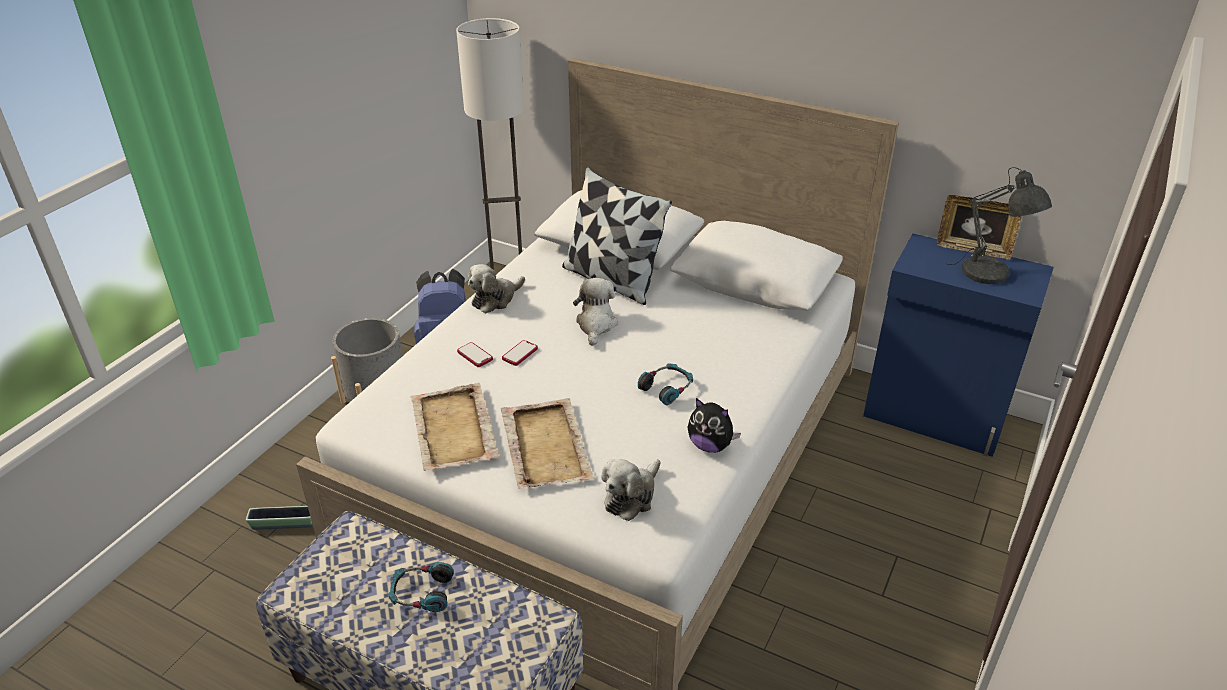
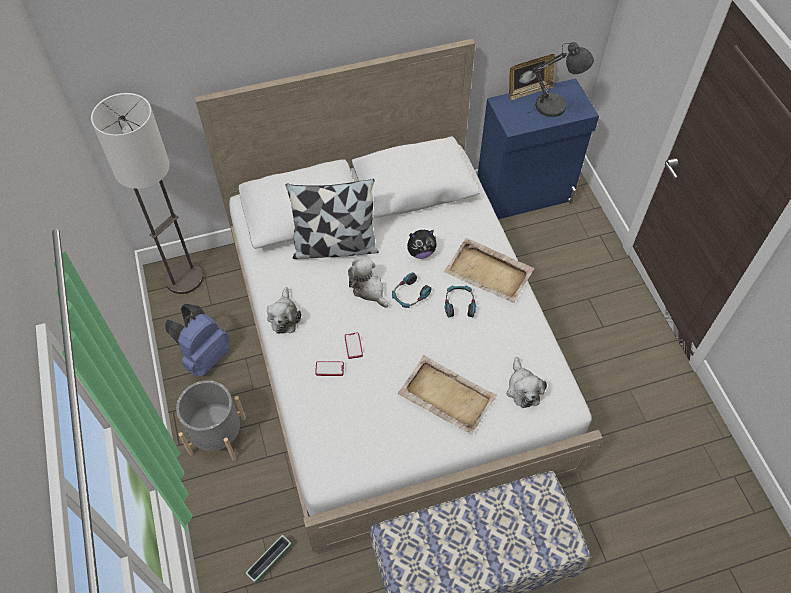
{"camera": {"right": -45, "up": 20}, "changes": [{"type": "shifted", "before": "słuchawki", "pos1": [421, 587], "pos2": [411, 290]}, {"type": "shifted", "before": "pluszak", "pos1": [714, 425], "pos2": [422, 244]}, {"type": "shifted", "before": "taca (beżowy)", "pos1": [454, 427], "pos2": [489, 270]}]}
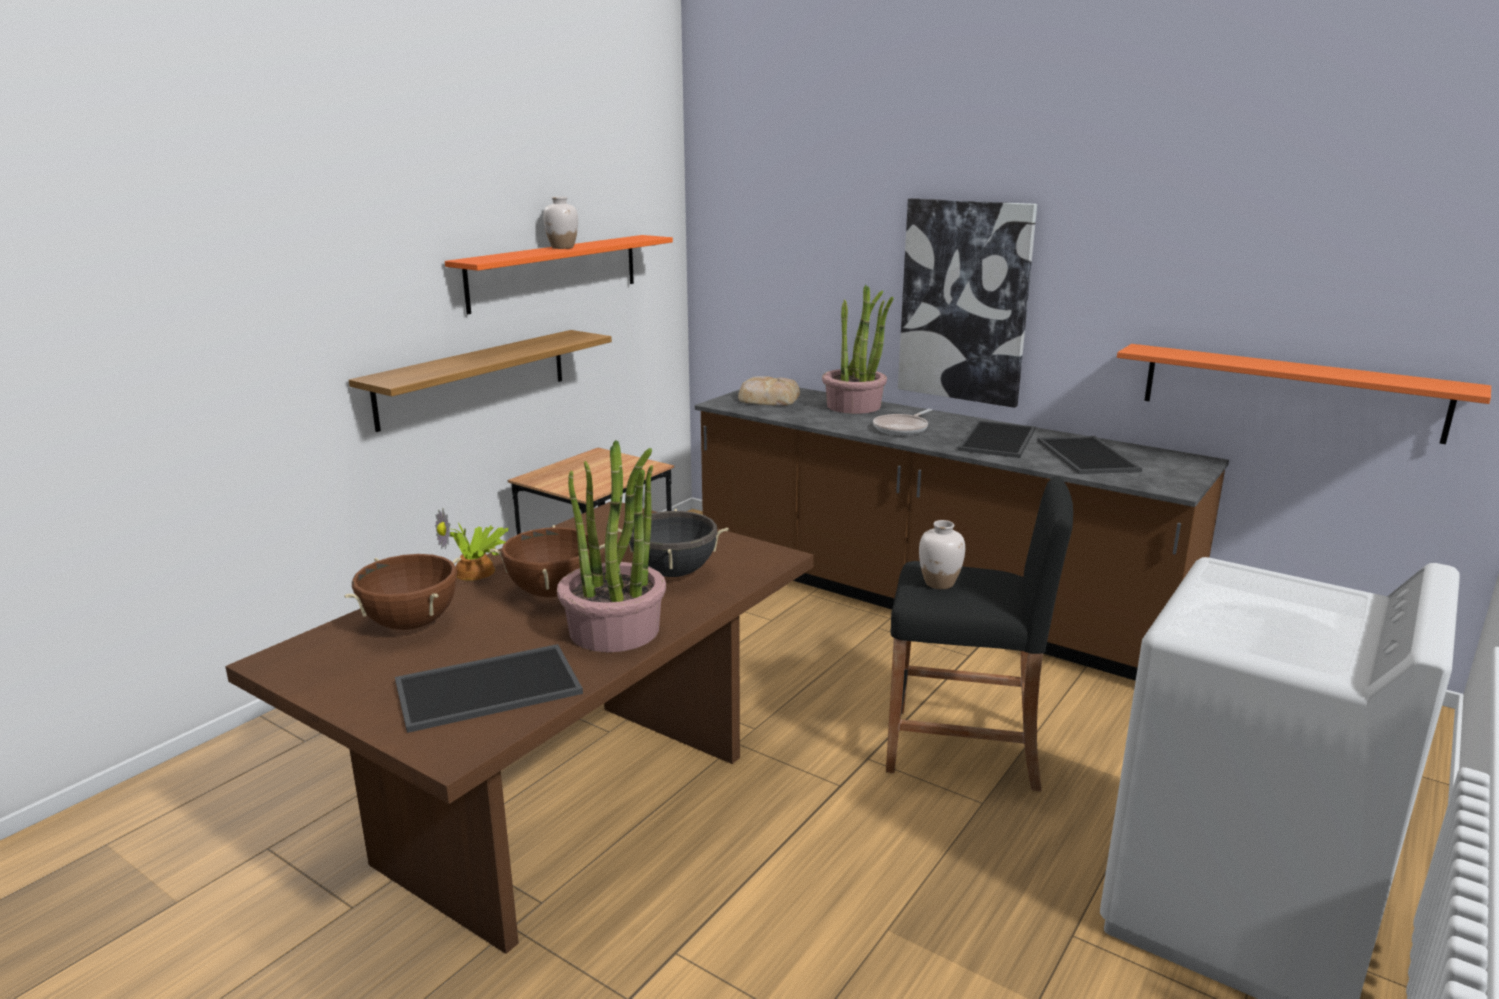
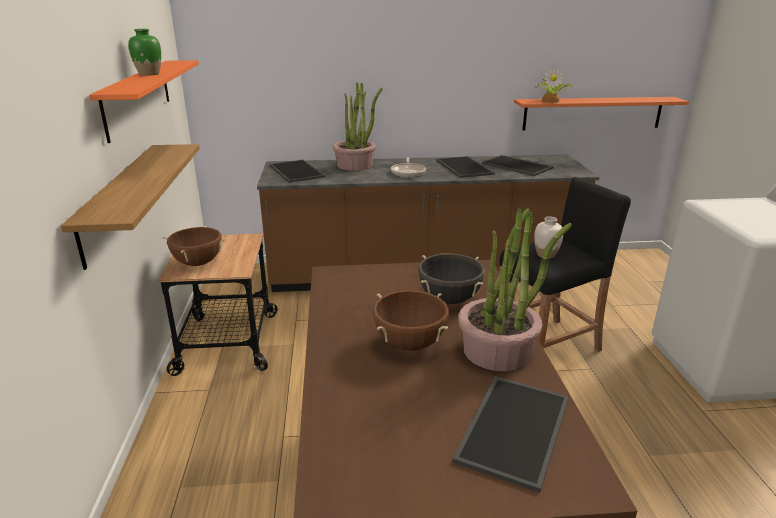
{"camera": {"right": -40, "up": 5}, "changes": [{"type": "repainted", "before": "wazon (biały)", "after": "wazon (zielony)", "pos1": [560, 222], "pos2": [144, 52]}, {"type": "shifted", "before": "garnek (brązowy)", "pos1": [402, 592], "pos2": [194, 246]}, {"type": "swapped", "before": "chleb", "after": "taca", "pos1": [769, 391], "pos2": [297, 171]}, {"type": "shifted", "before": "roślina doniczkowa", "pos1": [472, 544], "pos2": [553, 85]}, {"type": "gone", "before": "obraz", "pos1": [967, 303]}]}
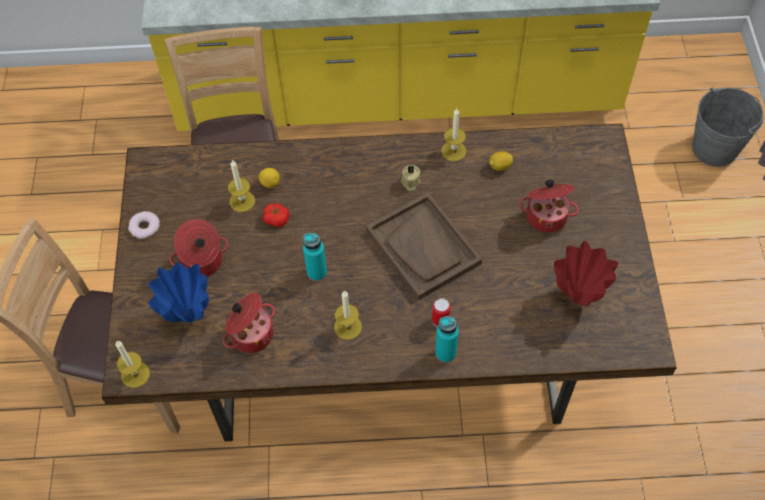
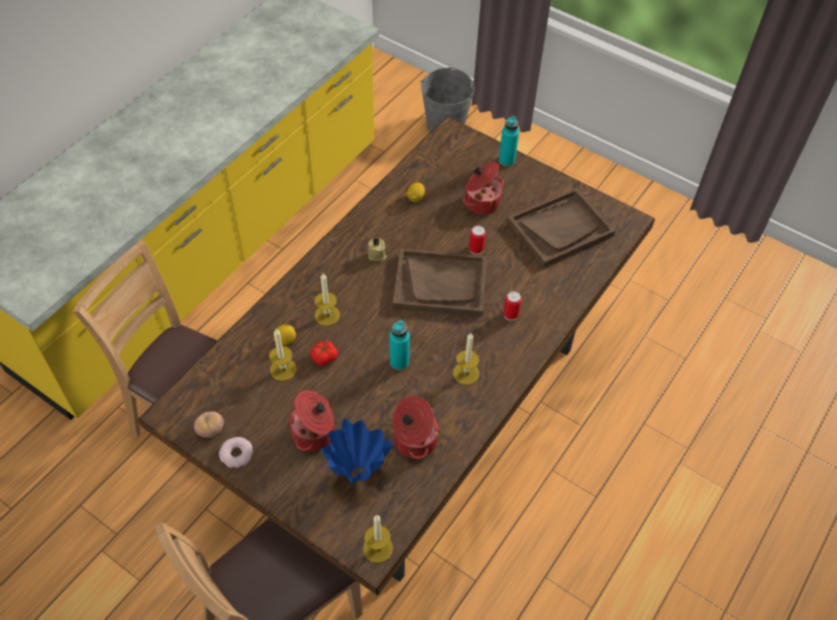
{"camera": {"right": -55, "up": -5}, "changes": [{"type": "new", "after": "pomidor", "pos2": [209, 424]}, {"type": "shifted", "before": "świeca", "pos1": [453, 134], "pos2": [327, 299]}, {"type": "new", "after": "puszka", "pos2": [477, 240]}, {"type": "shifted", "before": "butelka (turkusowy)", "pos1": [447, 339], "pos2": [509, 141]}, {"type": "swapped", "before": "wazon (czerwony)", "after": "taca (brązowy)", "pos1": [586, 273], "pos2": [561, 228]}]}
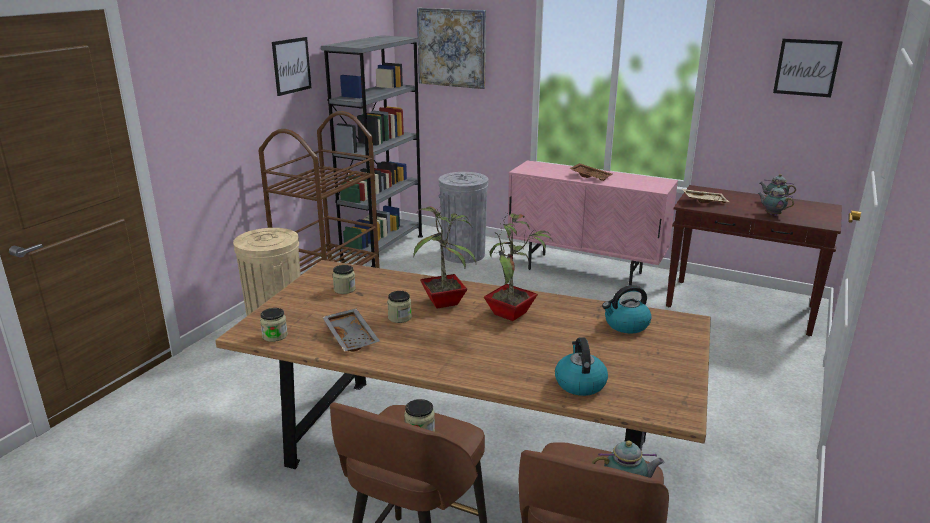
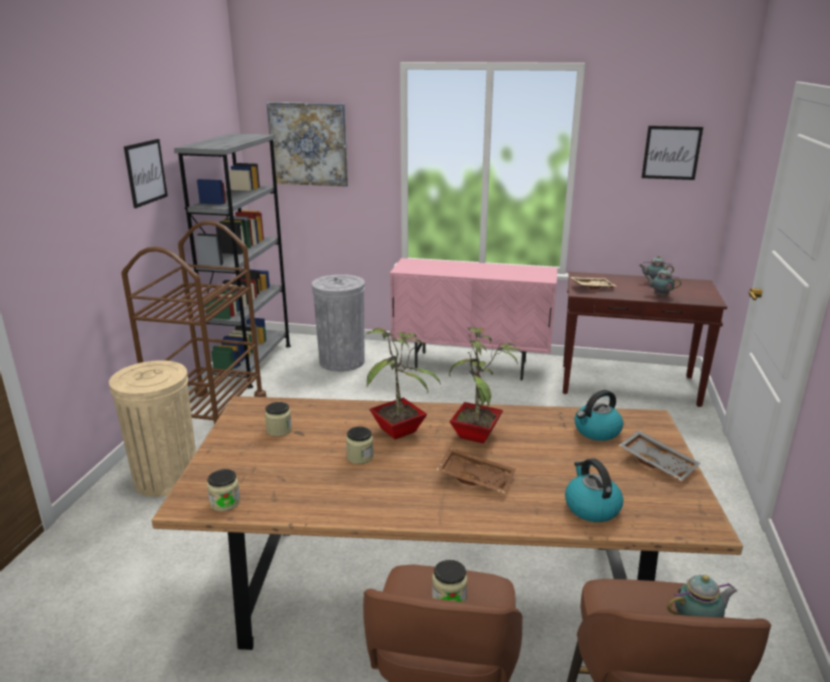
{"camera": {"right": -15, "up": 0}, "changes": [{"type": "shifted", "before": "taca (brązowy)", "pos1": [590, 172], "pos2": [476, 470]}, {"type": "shifted", "before": "taca (szary)", "pos1": [351, 330], "pos2": [660, 455]}]}
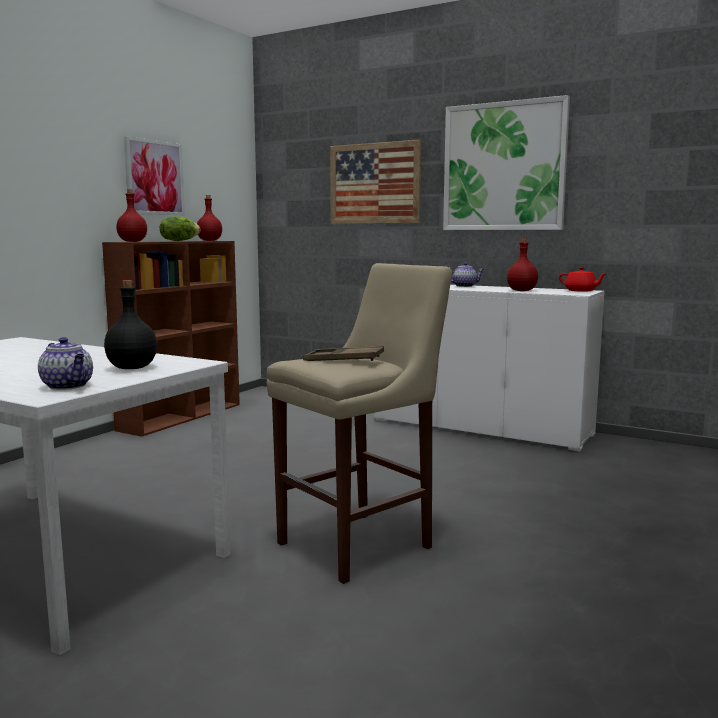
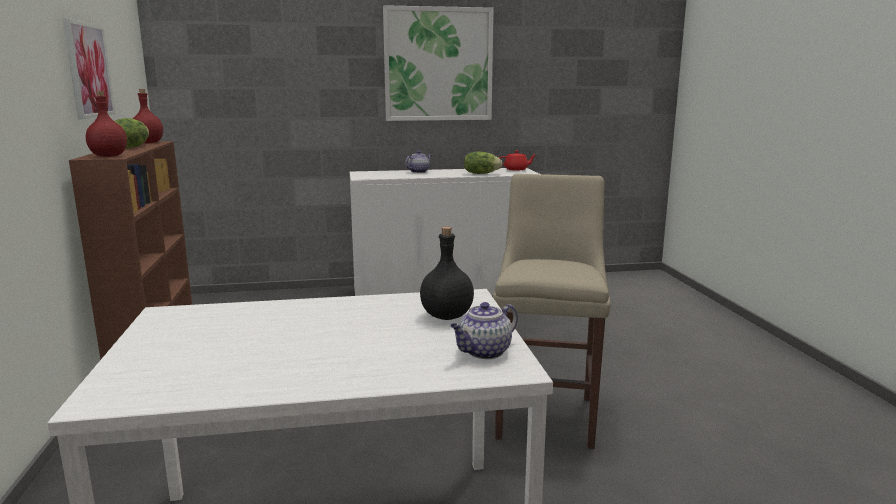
{"camera": {"right": -40, "up": 5}, "changes": [{"type": "rotated", "before": "imbryk", "pos1": [65, 363], "pos2": [484, 330], "turn": 135}, {"type": "swapped", "before": "butelka (czerwony)", "after": "sałata", "pos1": [522, 264], "pos2": [483, 162]}, {"type": "gone", "before": "taca (brązowy)", "pos1": [343, 353]}, {"type": "gone", "before": "obraz", "pos1": [375, 182]}]}
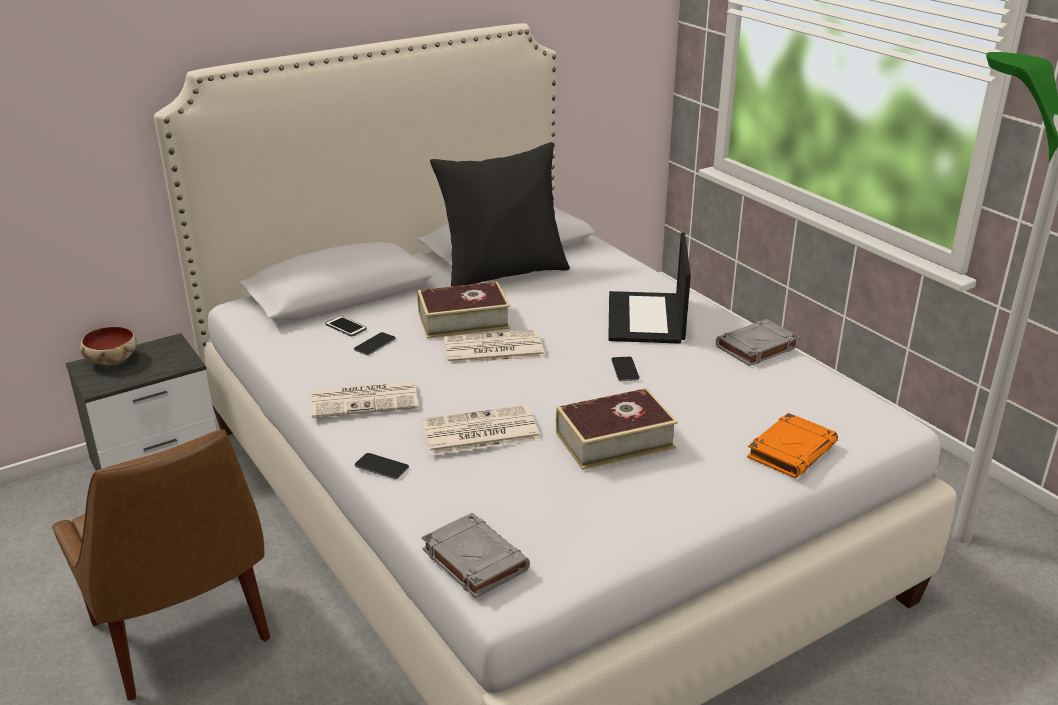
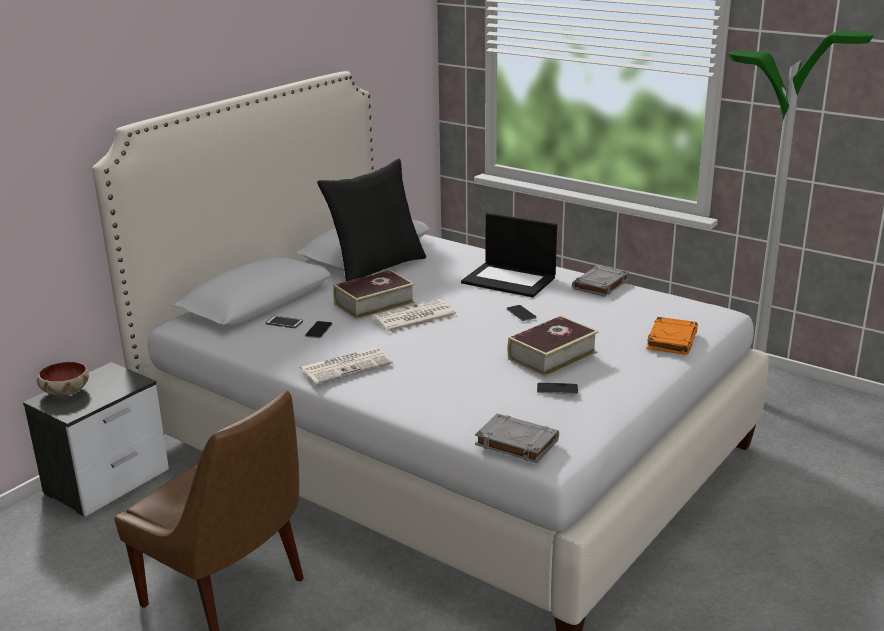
{"camera": {"right": -20, "up": -5}, "changes": [{"type": "rotated", "before": "laptop", "pos1": [649, 288], "pos2": [509, 255], "turn": -45}, {"type": "shifted", "before": "telefon", "pos1": [382, 466], "pos2": [557, 388]}, {"type": "gone", "before": "gazeta", "pos1": [481, 430]}]}
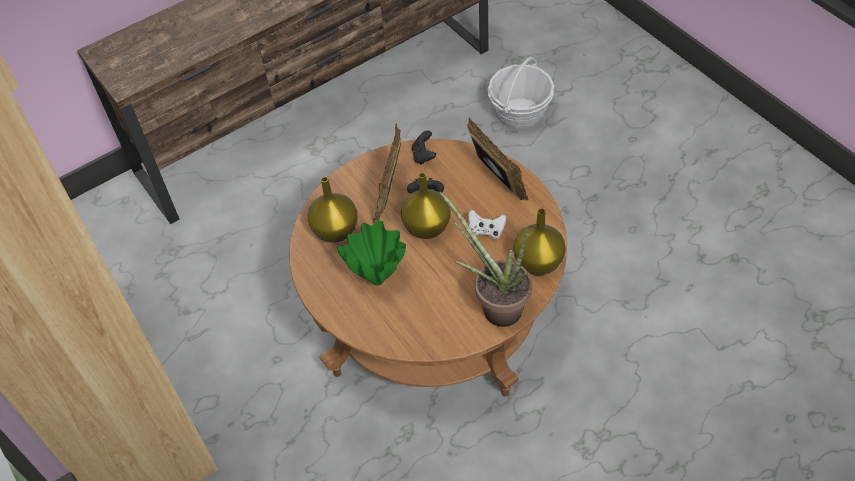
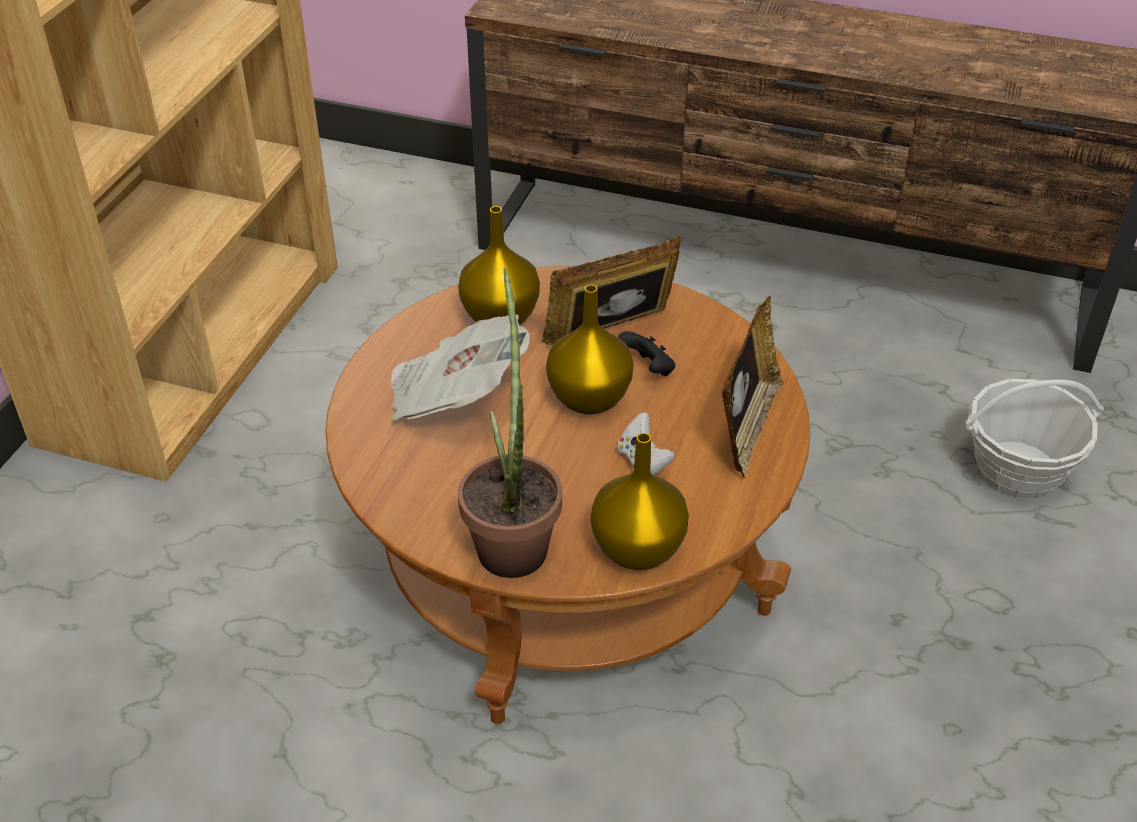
{"camera": {"right": 50, "up": -10}, "changes": [{"type": "swapped", "before": "wazon (zielony)", "after": "gazeta", "pos1": [371, 253], "pos2": [460, 367]}, {"type": "gone", "before": "pad do gier (czarny)", "pos1": [424, 147]}]}
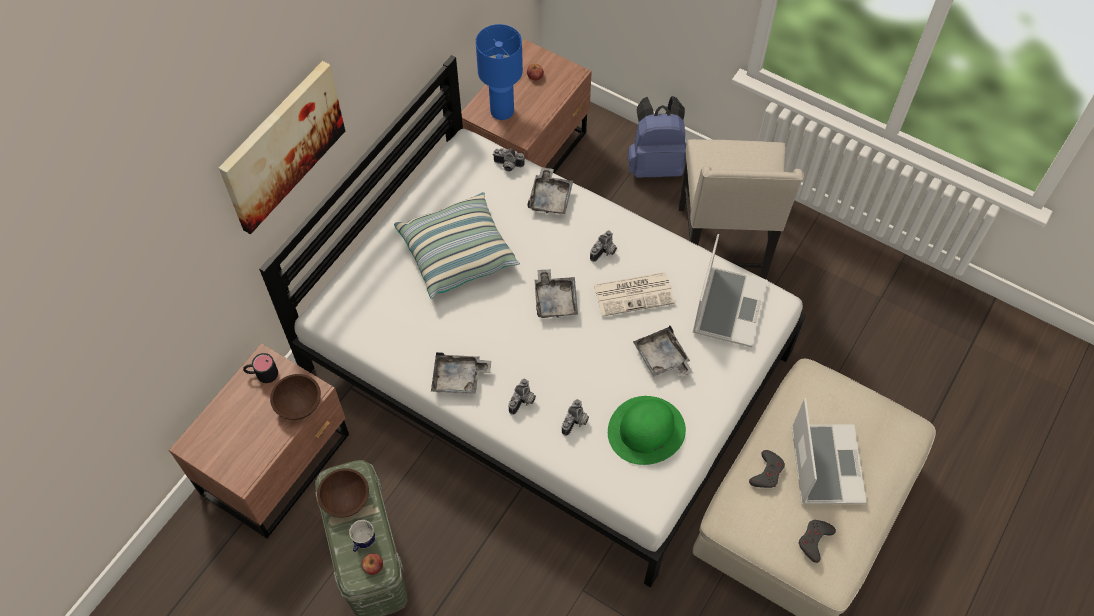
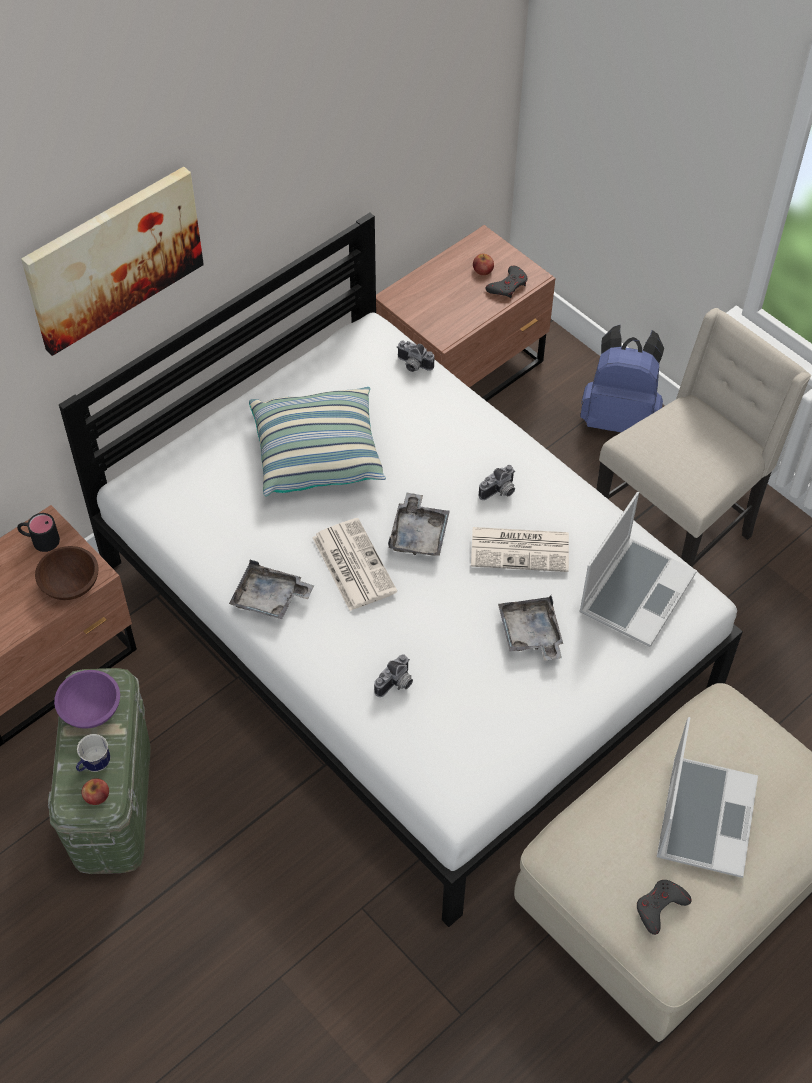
{"camera": {"right": 15, "up": -5}, "changes": [{"type": "repainted", "before": "miska (brązowy)", "after": "miska (fioletowy)", "pos1": [343, 493], "pos2": [87, 699]}, {"type": "new", "after": "gazeta", "pos2": [354, 564]}, {"type": "shifted", "before": "pad do gier (szary)", "pos1": [767, 469], "pos2": [506, 281]}, {"type": "rotated", "before": "krzesło (beżowy)", "pos1": [741, 209], "pos2": [703, 438], "turn": -150}, {"type": "gone", "before": "lampa stołowa (niebieski)", "pos1": [499, 72]}, {"type": "gone", "before": "aparat fotograficzny", "pos1": [522, 397]}, {"type": "gone", "before": "taca (szary)", "pos1": [550, 190]}, {"type": "gone", "before": "kapelusz (zielony)", "pos1": [647, 430]}]}
